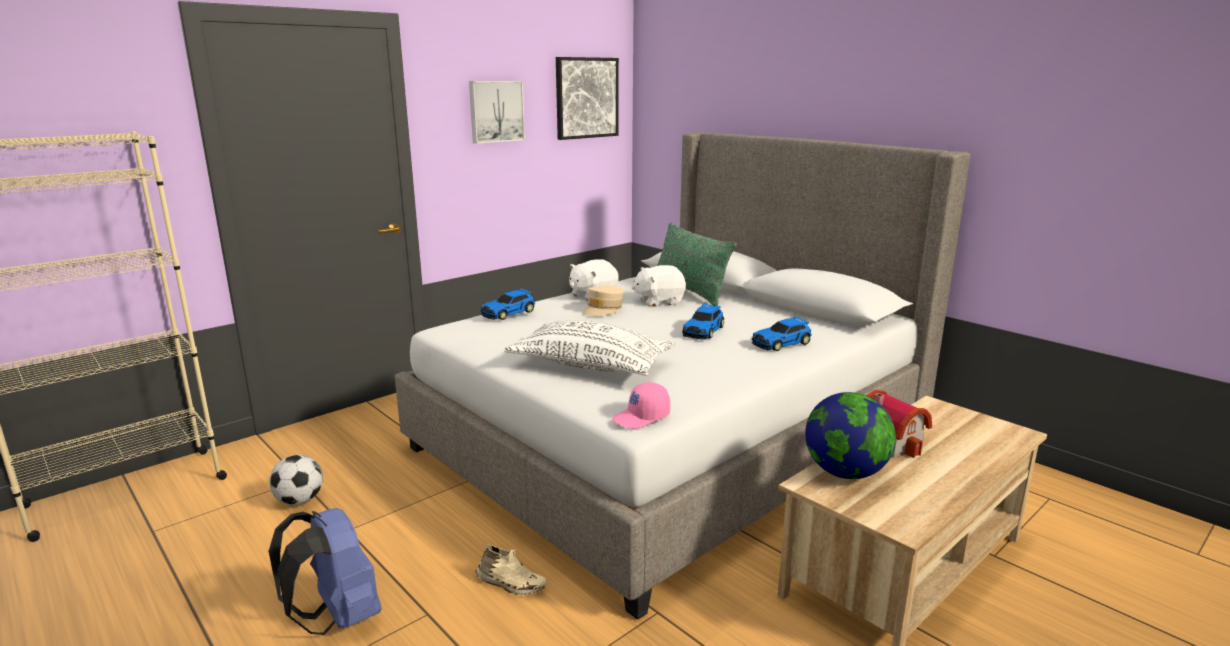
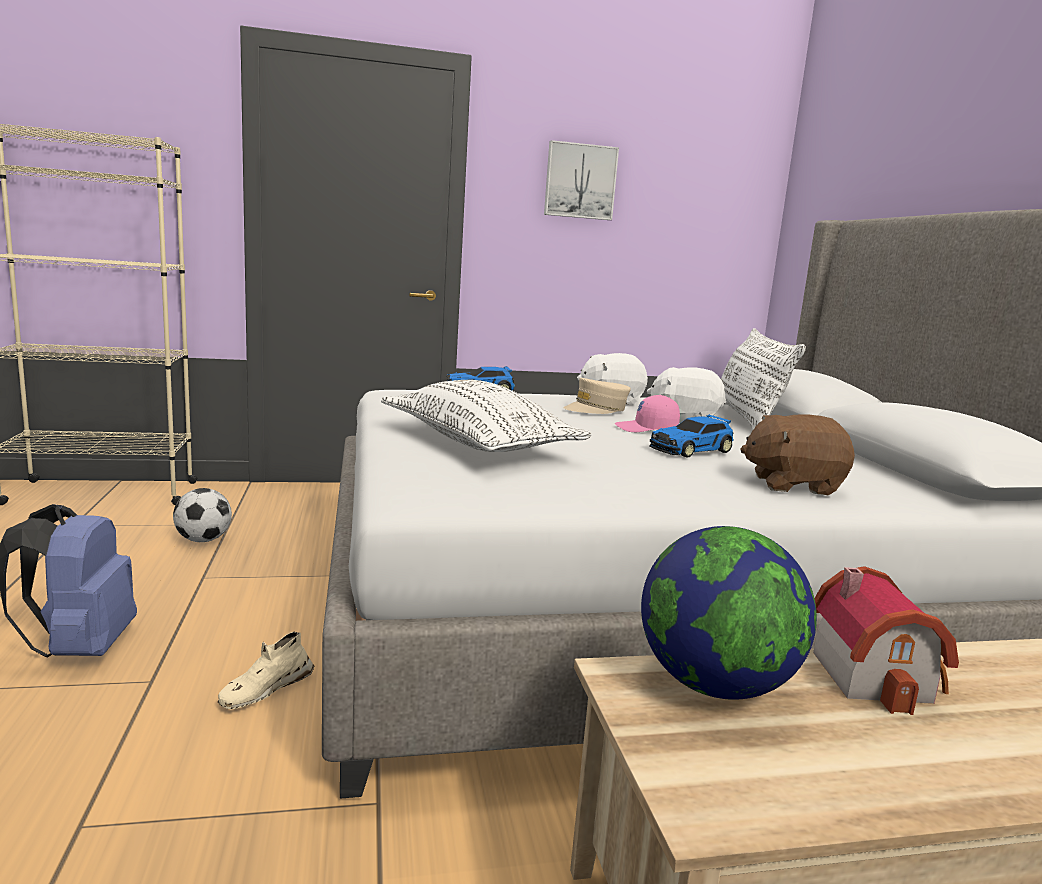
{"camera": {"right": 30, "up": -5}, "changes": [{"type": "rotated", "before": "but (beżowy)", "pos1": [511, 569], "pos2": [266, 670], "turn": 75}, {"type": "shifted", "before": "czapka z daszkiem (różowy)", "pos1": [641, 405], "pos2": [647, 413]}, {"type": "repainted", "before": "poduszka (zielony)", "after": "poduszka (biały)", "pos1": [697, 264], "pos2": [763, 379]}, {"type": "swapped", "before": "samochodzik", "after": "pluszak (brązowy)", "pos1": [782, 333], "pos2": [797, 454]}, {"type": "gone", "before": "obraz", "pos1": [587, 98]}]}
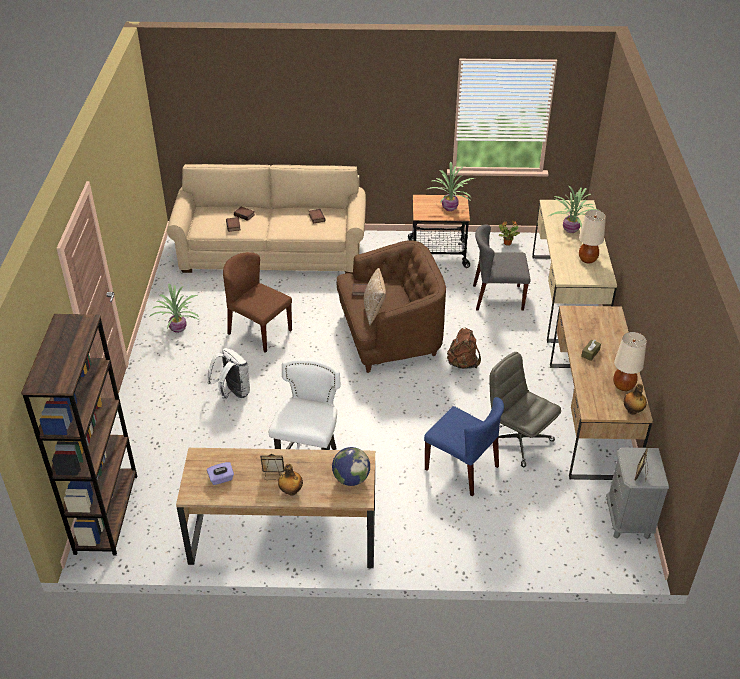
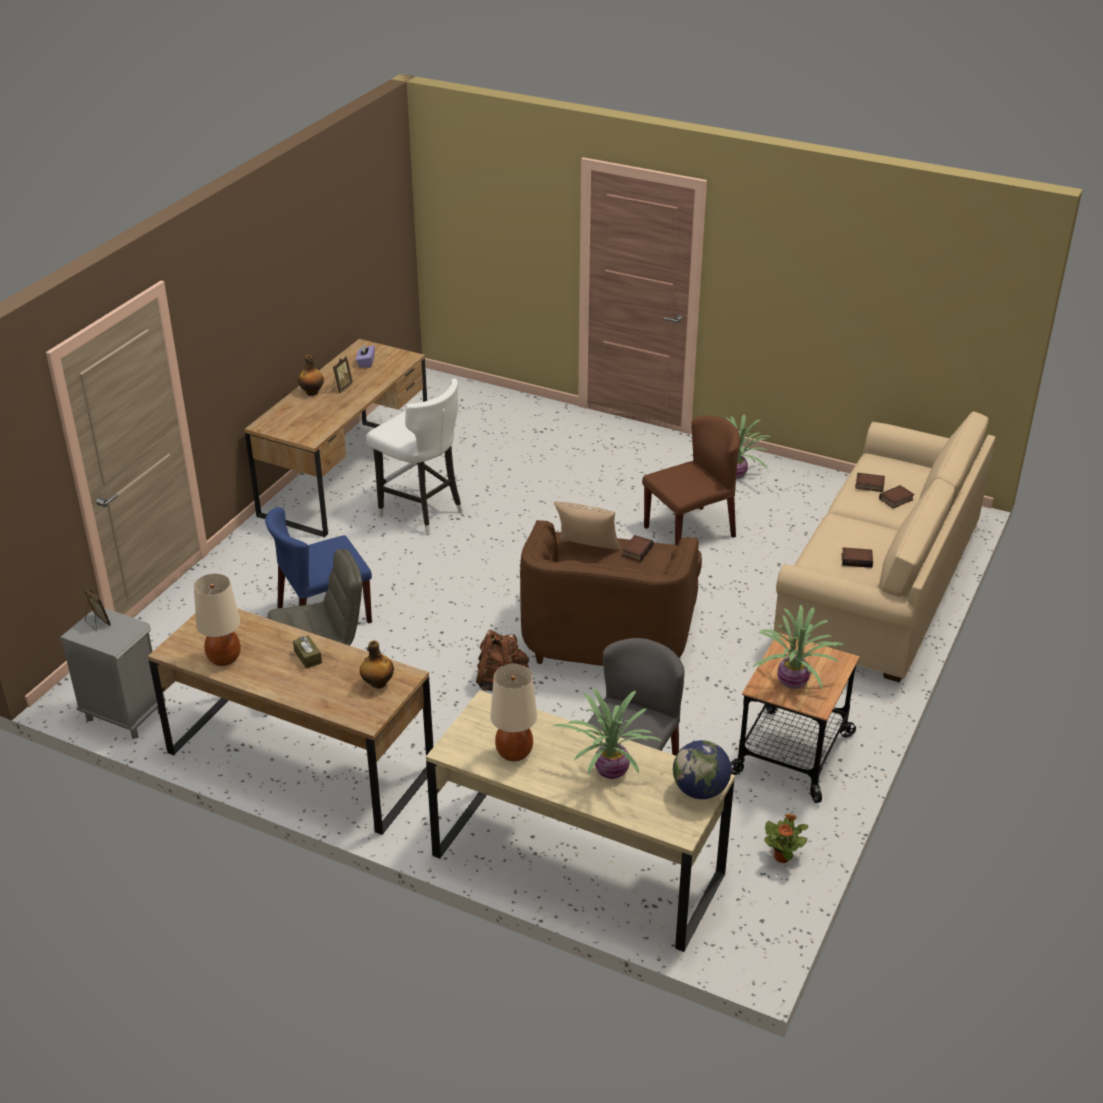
{"camera": {"right": 115, "up": -5}, "changes": [{"type": "shifted", "before": "butelka", "pos1": [635, 399], "pos2": [377, 665]}, {"type": "shifted", "before": "globus", "pos1": [351, 466], "pos2": [702, 769]}, {"type": "gone", "before": "regał (brązowy)", "pos1": [79, 435]}, {"type": "gone", "before": "plecak (biały)", "pos1": [228, 374]}]}
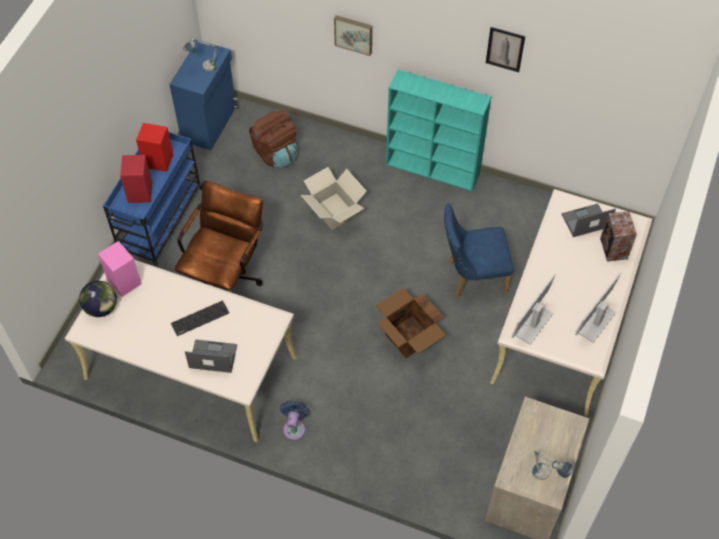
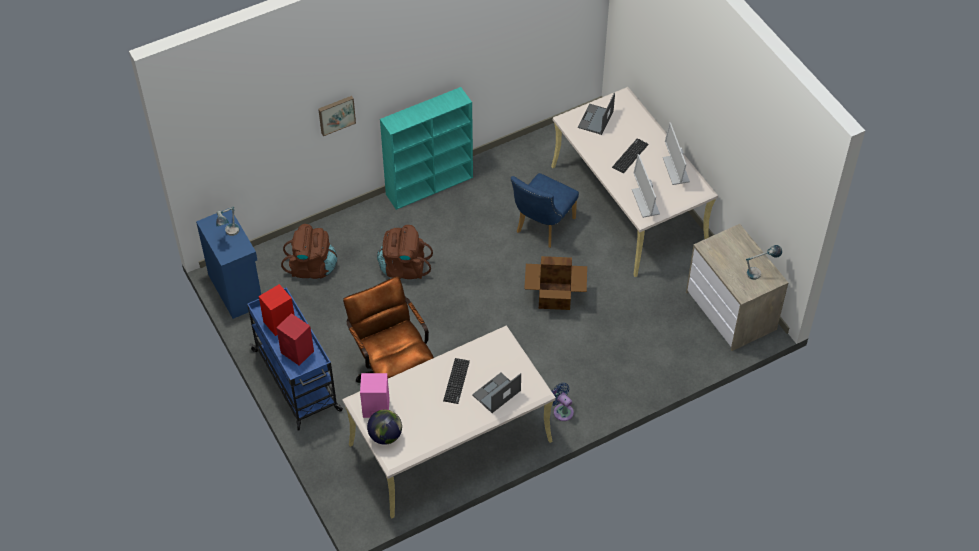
{"camera": {"right": -50, "up": -5}, "changes": [{"type": "swapped", "before": "karton", "after": "plecak (brązowy)", "pos1": [334, 198], "pos2": [405, 252]}, {"type": "new", "after": "klawiatura", "pos2": [630, 155]}, {"type": "gone", "before": "obraz", "pos1": [505, 49]}, {"type": "gone", "before": "głośnik", "pos1": [618, 236]}]}
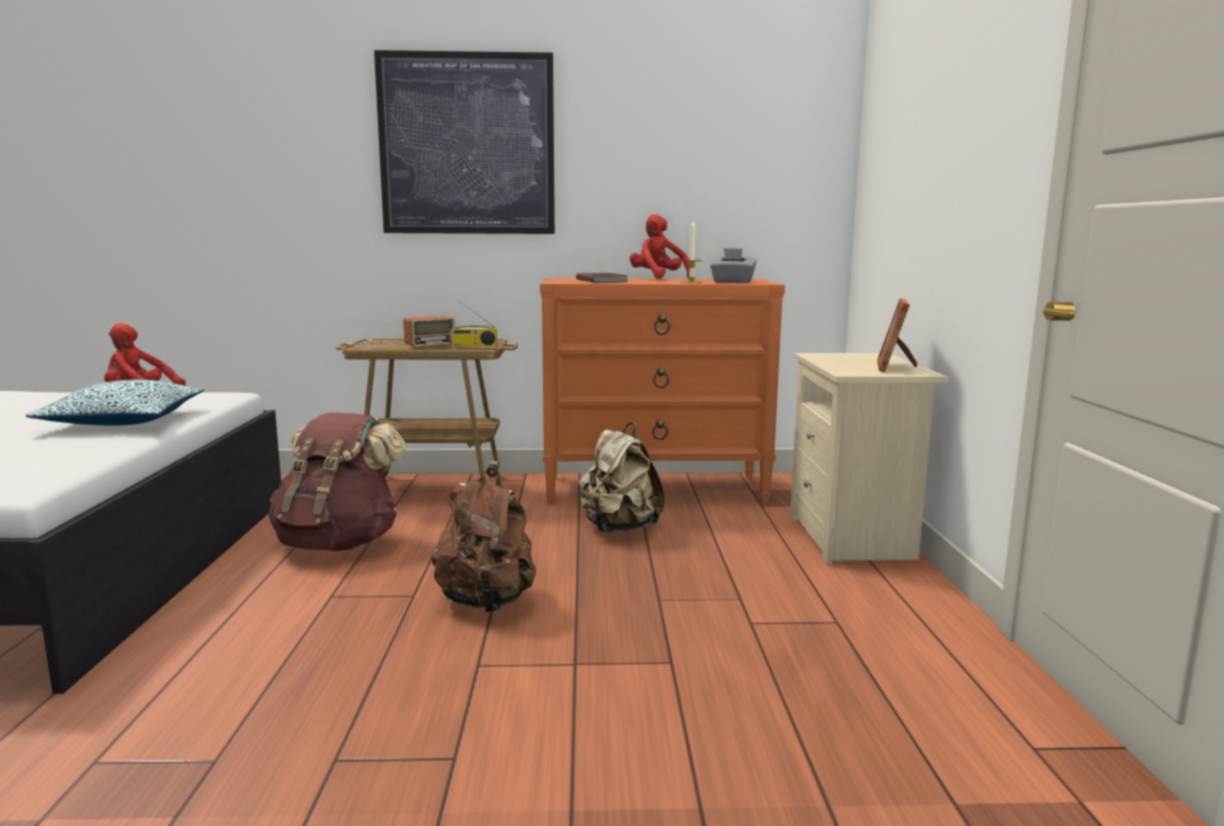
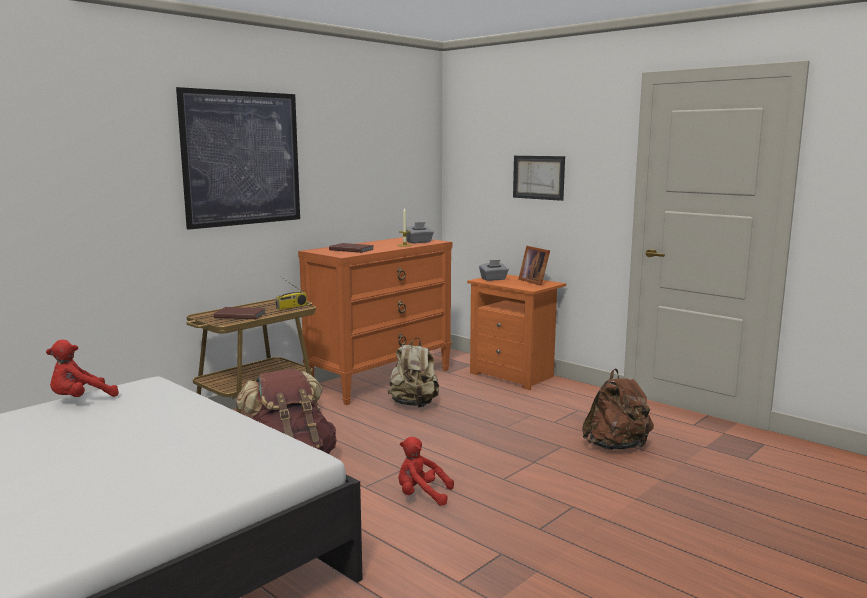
{"camera": {"right": -45, "up": 0}, "changes": [{"type": "swapped", "before": "radio", "after": "książka (brązowy)", "pos1": [404, 331], "pos2": [240, 313]}, {"type": "shifted", "before": "pluszak (czerwony)", "pos1": [660, 246], "pos2": [426, 471]}, {"type": "repainted", "before": "szafka nocna (beżowy)", "after": "szafka nocna (pomarańczowy)", "pos1": [869, 459], "pos2": [516, 332]}, {"type": "new", "after": "pudełko chusteczek (szary)", "pos2": [494, 270]}, {"type": "new", "after": "obraz", "pos2": [539, 178]}, {"type": "shifted", "before": "plecak (brązowy)", "pos1": [484, 540], "pos2": [618, 409]}, {"type": "gone", "before": "poduszka", "pos1": [114, 402]}]}
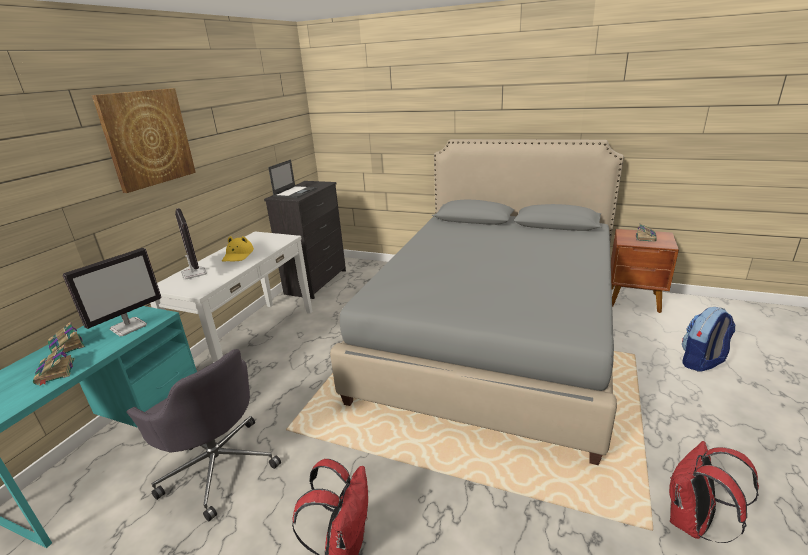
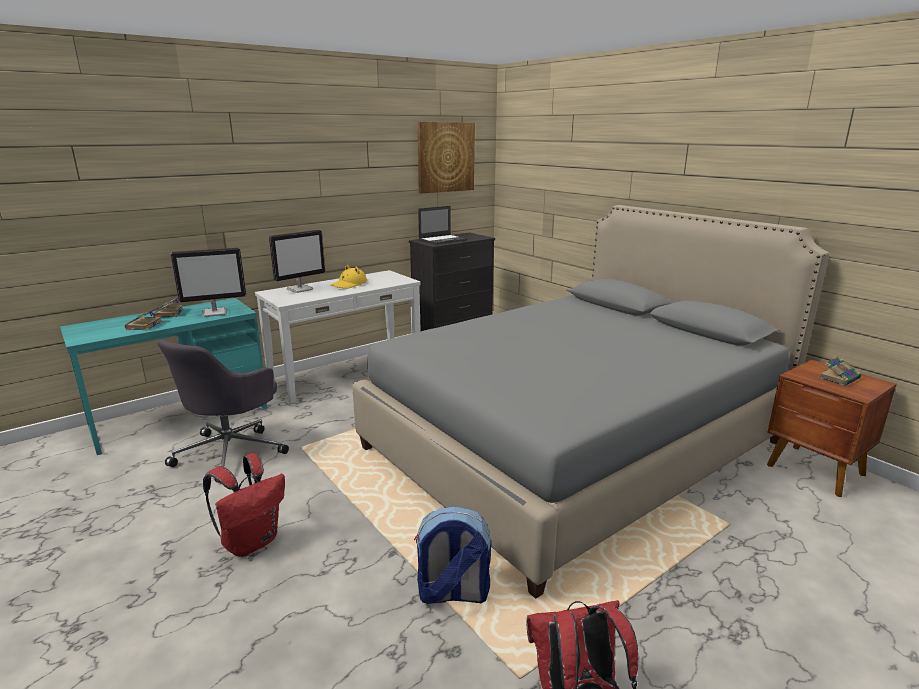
{"camera": {"right": 30, "up": -5}, "changes": [{"type": "rotated", "before": "krzesło biurowe (szary)", "pos1": [203, 435], "pos2": [223, 412], "turn": 45}, {"type": "rotated", "before": "monitor", "pos1": [191, 244], "pos2": [297, 261], "turn": 45}, {"type": "shifted", "before": "plecak", "pos1": [708, 339], "pos2": [452, 555]}, {"type": "shifted", "before": "obraz", "pos1": [144, 140], "pos2": [446, 157]}]}
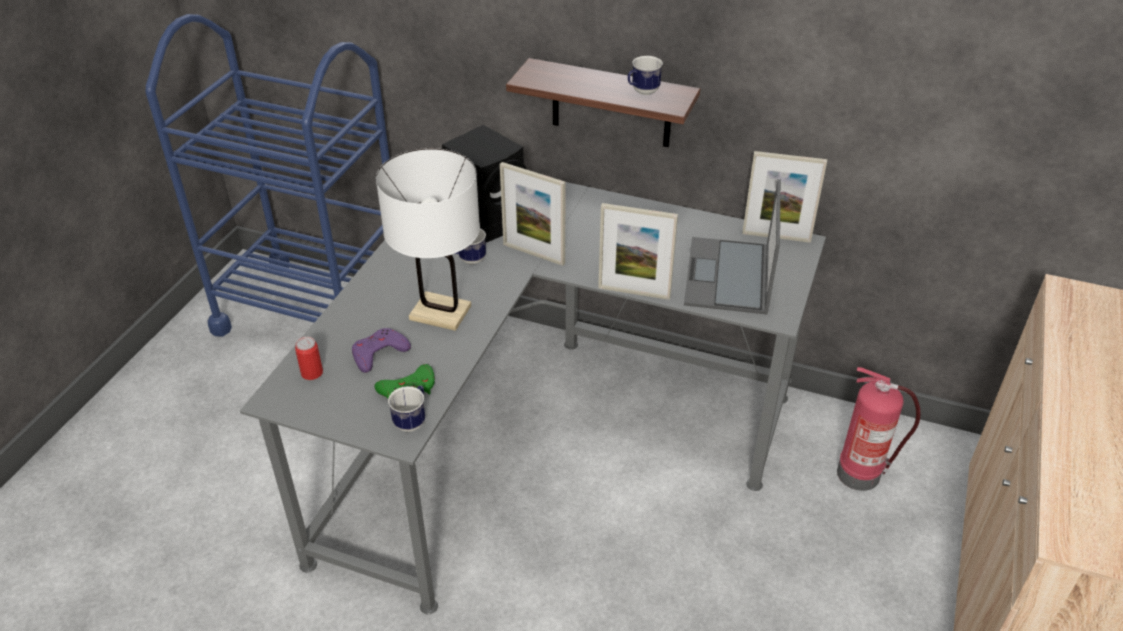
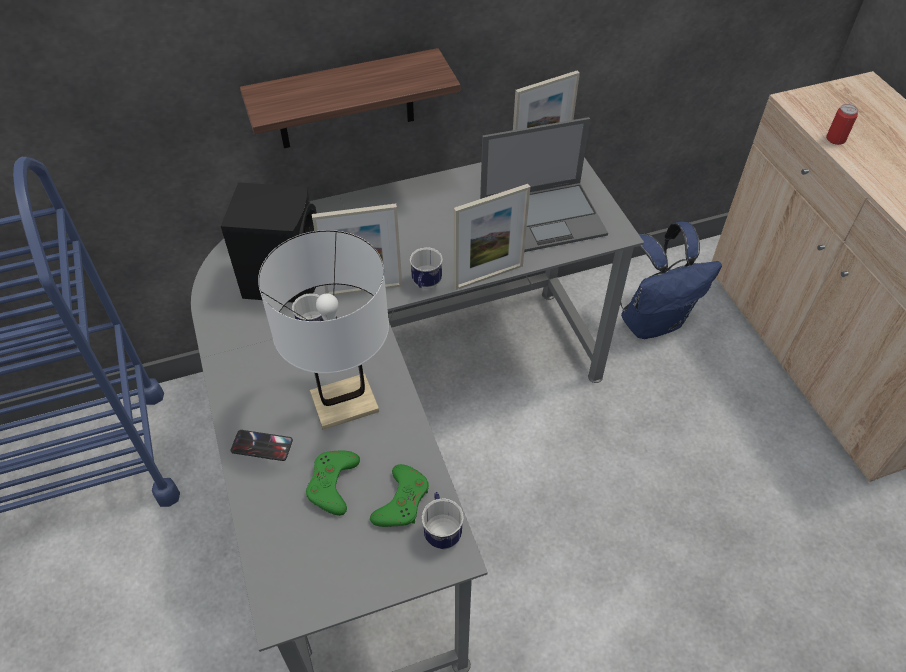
{"camera": {"right": -40, "up": 10}, "changes": [{"type": "new", "after": "telefon", "pos2": [262, 445]}, {"type": "repainted", "before": "pad do gier (fioletowy)", "after": "pad do gier (zielony)", "pos1": [381, 350], "pos2": [333, 483]}, {"type": "shifted", "before": "kubek", "pos1": [645, 75], "pos2": [426, 268]}, {"type": "rotated", "before": "laptop", "pos1": [732, 246], "pos2": [544, 184], "turn": -75}, {"type": "swapped", "before": "gaśnica", "after": "plecak (niebieski)", "pos1": [879, 429], "pos2": [671, 280]}, {"type": "shifted", "before": "puszka", "pos1": [309, 358], "pos2": [842, 124]}]}
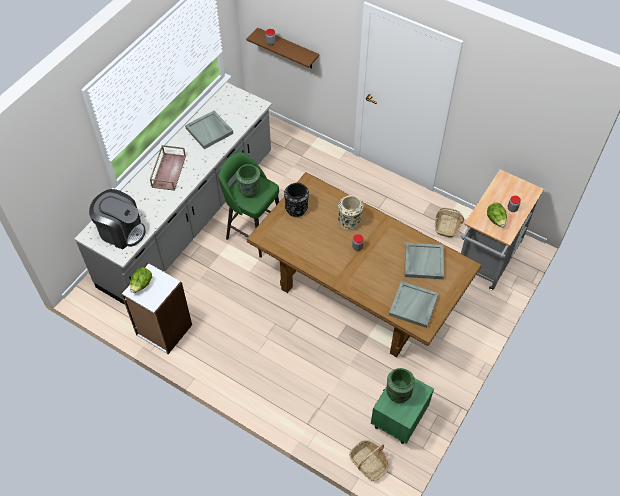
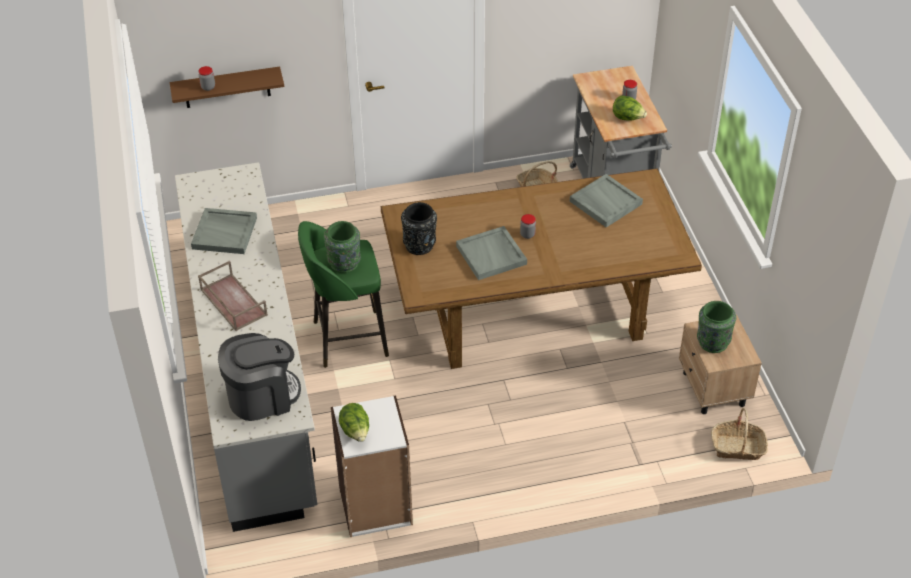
{"camera": {"right": -45, "up": -10}, "changes": [{"type": "shifted", "before": "taca (szary)", "pos1": [414, 304], "pos2": [491, 253]}, {"type": "repainted", "before": "szafka nocna (zielony)", "after": "szafka nocna (beżowy)", "pos1": [402, 411], "pos2": [720, 364]}, {"type": "gone", "before": "wazon (beżowy)", "pos1": [350, 212]}]}
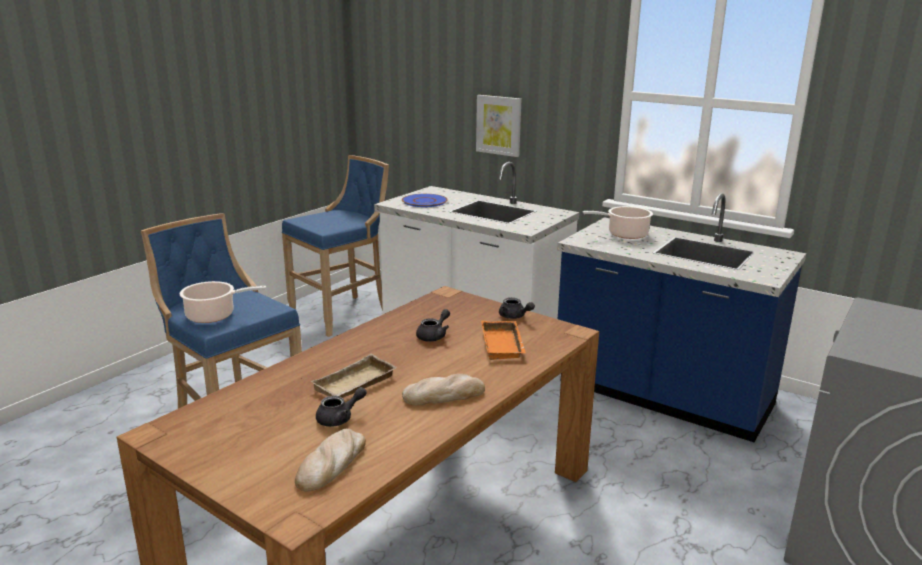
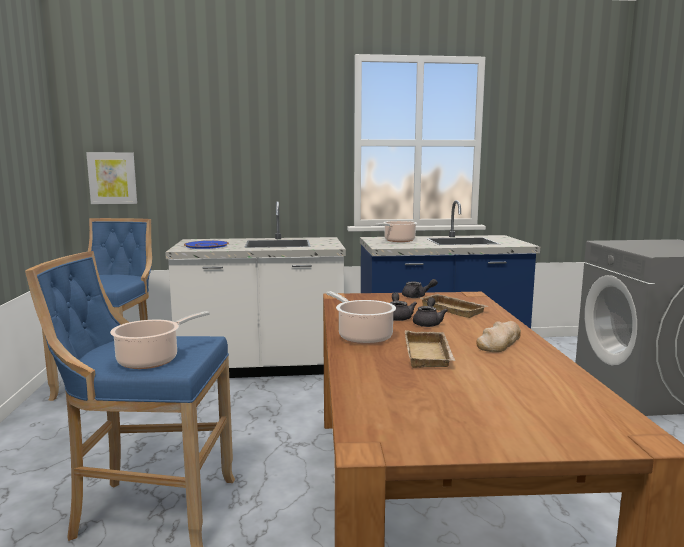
{"camera": {"right": -40, "up": -10}, "changes": [{"type": "shifted", "before": "obraz", "pos1": [499, 126], "pos2": [111, 178]}, {"type": "new", "after": "garnek", "pos2": [361, 317]}, {"type": "shifted", "before": "imbryk (szary)", "pos1": [341, 407], "pos2": [430, 312]}, {"type": "repainted", "before": "taca (pomarańczowy)", "after": "taca (beżowy)", "pos1": [503, 340], "pos2": [454, 306]}, {"type": "gone", "before": "chleb", "pos1": [330, 460]}]}
